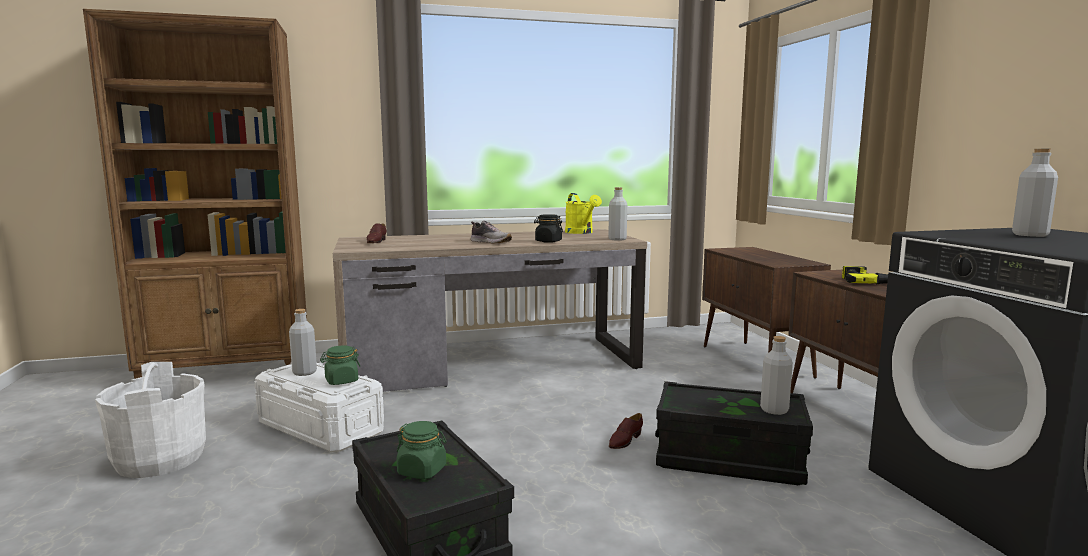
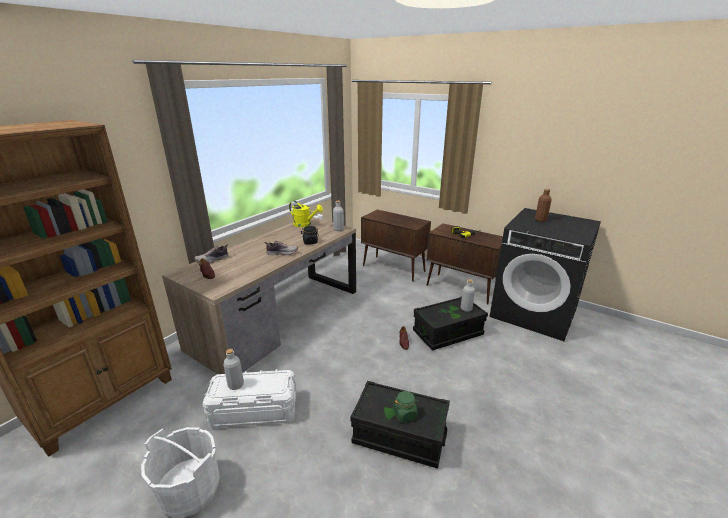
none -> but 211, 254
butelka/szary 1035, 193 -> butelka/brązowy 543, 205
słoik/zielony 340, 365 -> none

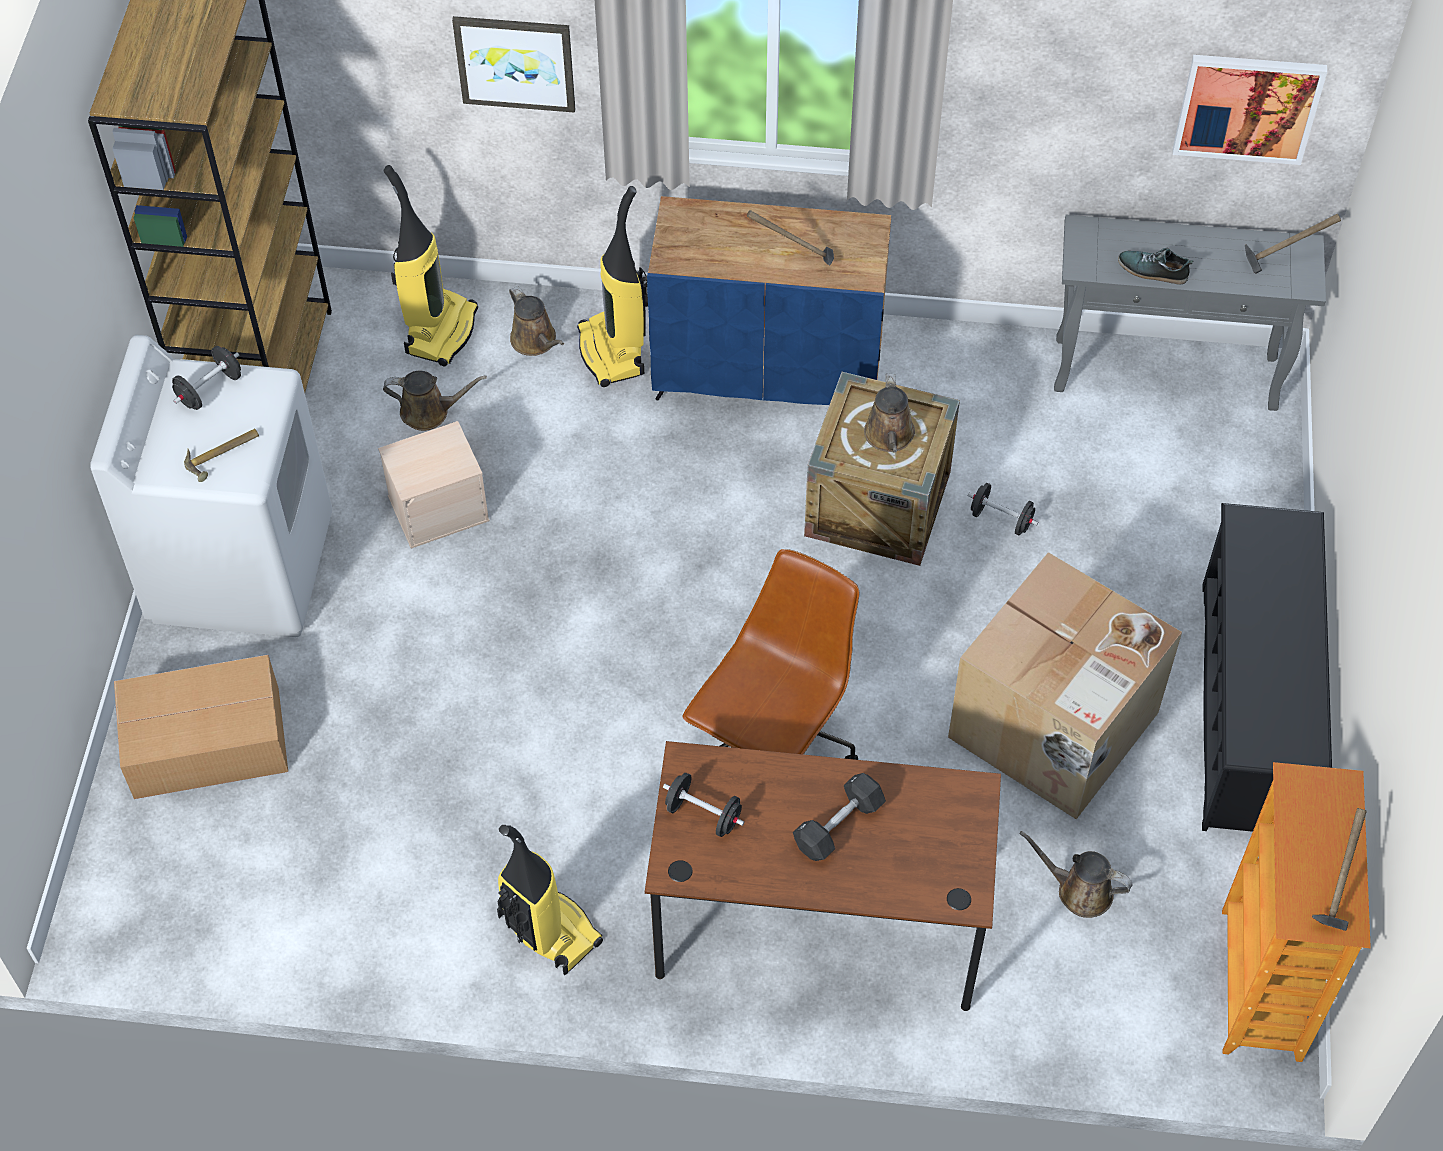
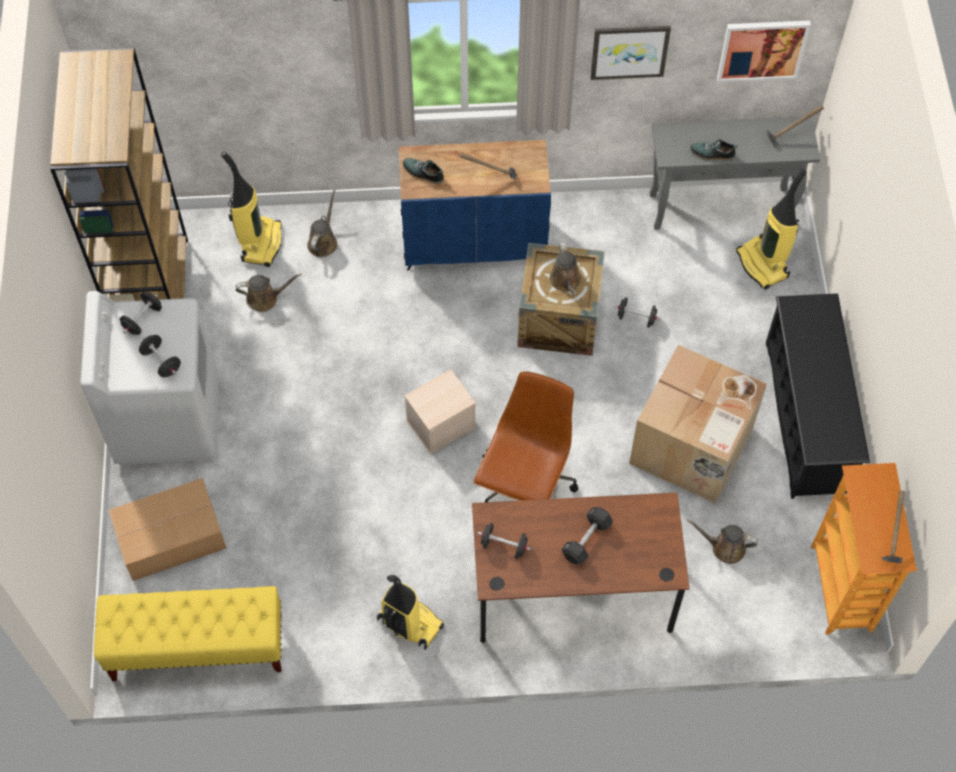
none -> ławka/żółty 188, 633
młotek 221, 455 -> hantel/czarny 160, 356
konewka/brązowy 536, 321 -> konewka/brązowy 322, 223, 120 degrees counterclockwise
none -> but 423, 171
pojemnik do przechowywania/beżowy 433, 485 -> pojemnik do przechowywania/beżowy 440, 411, relocated
obraz 513, 64 -> obraz 630, 53, relocated
odkurzacz 612, 286 -> odkurzacz 771, 229, relocated

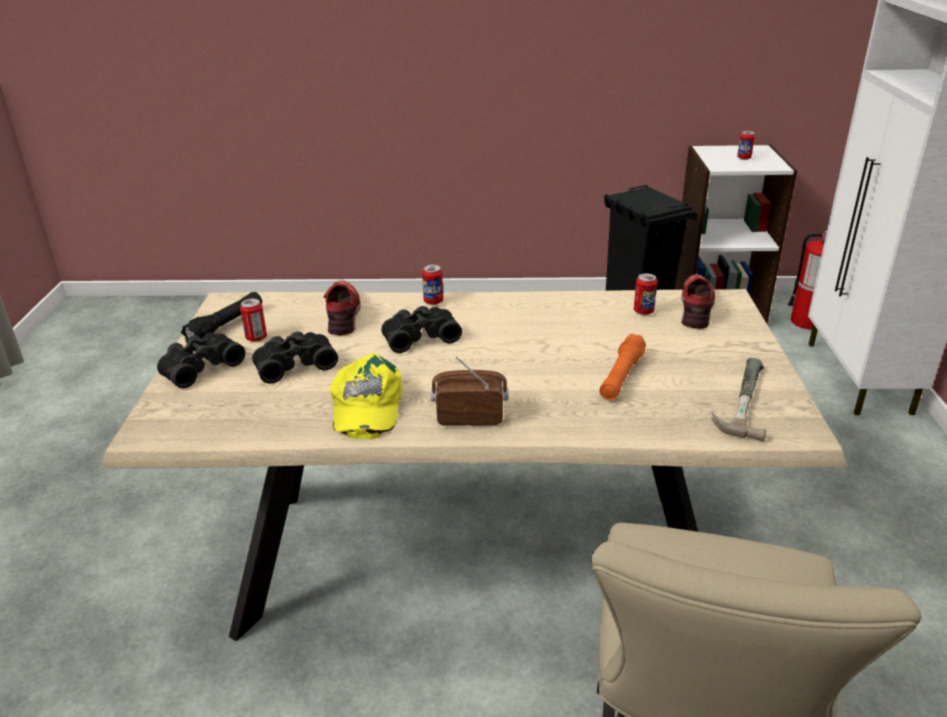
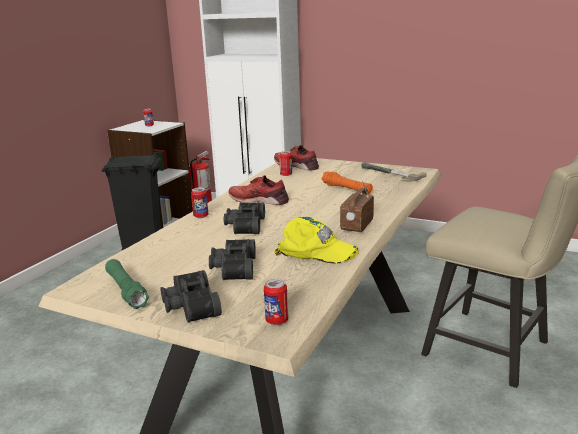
latarka/czarny 221, 317 -> latarka/zielony 127, 284
but/czerwony 342, 307 -> but/czerwony 259, 190, relocated
puszka 253, 320 -> puszka 276, 301, relocated

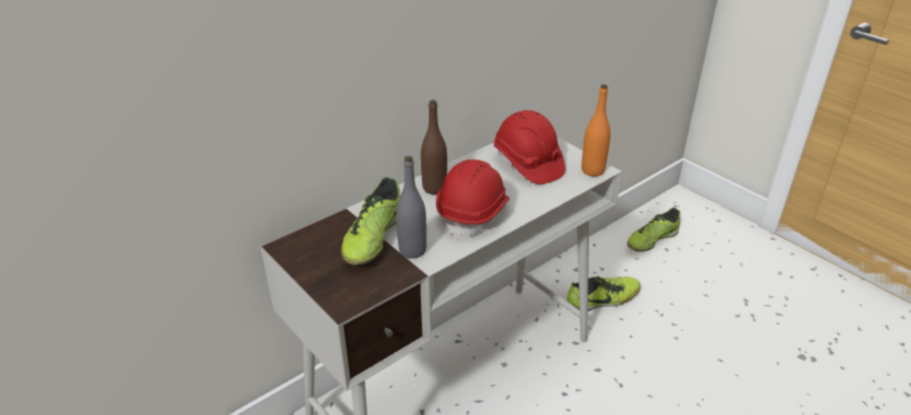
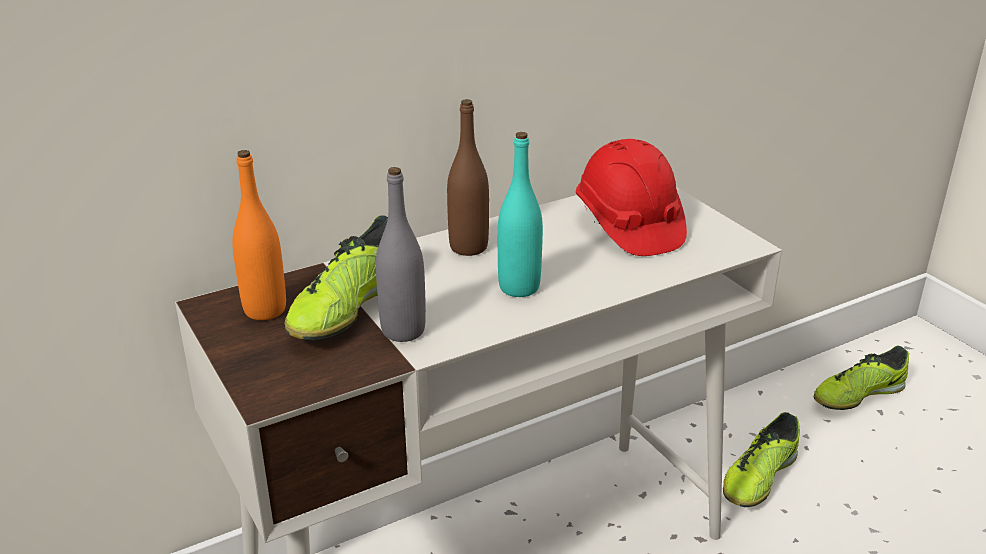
butelka/pomarańczowy 596, 130 -> butelka/pomarańczowy 259, 235, relocated
kask/czerwony 473, 199 -> butelka/turkusowy 520, 214
but 603, 293 -> but 761, 459, 135 degrees clockwise

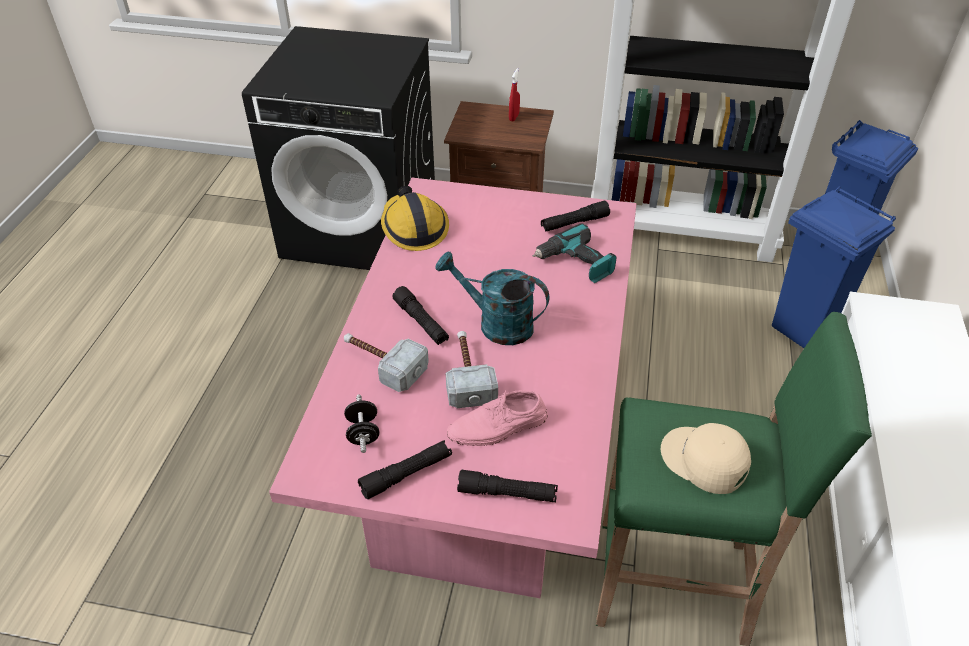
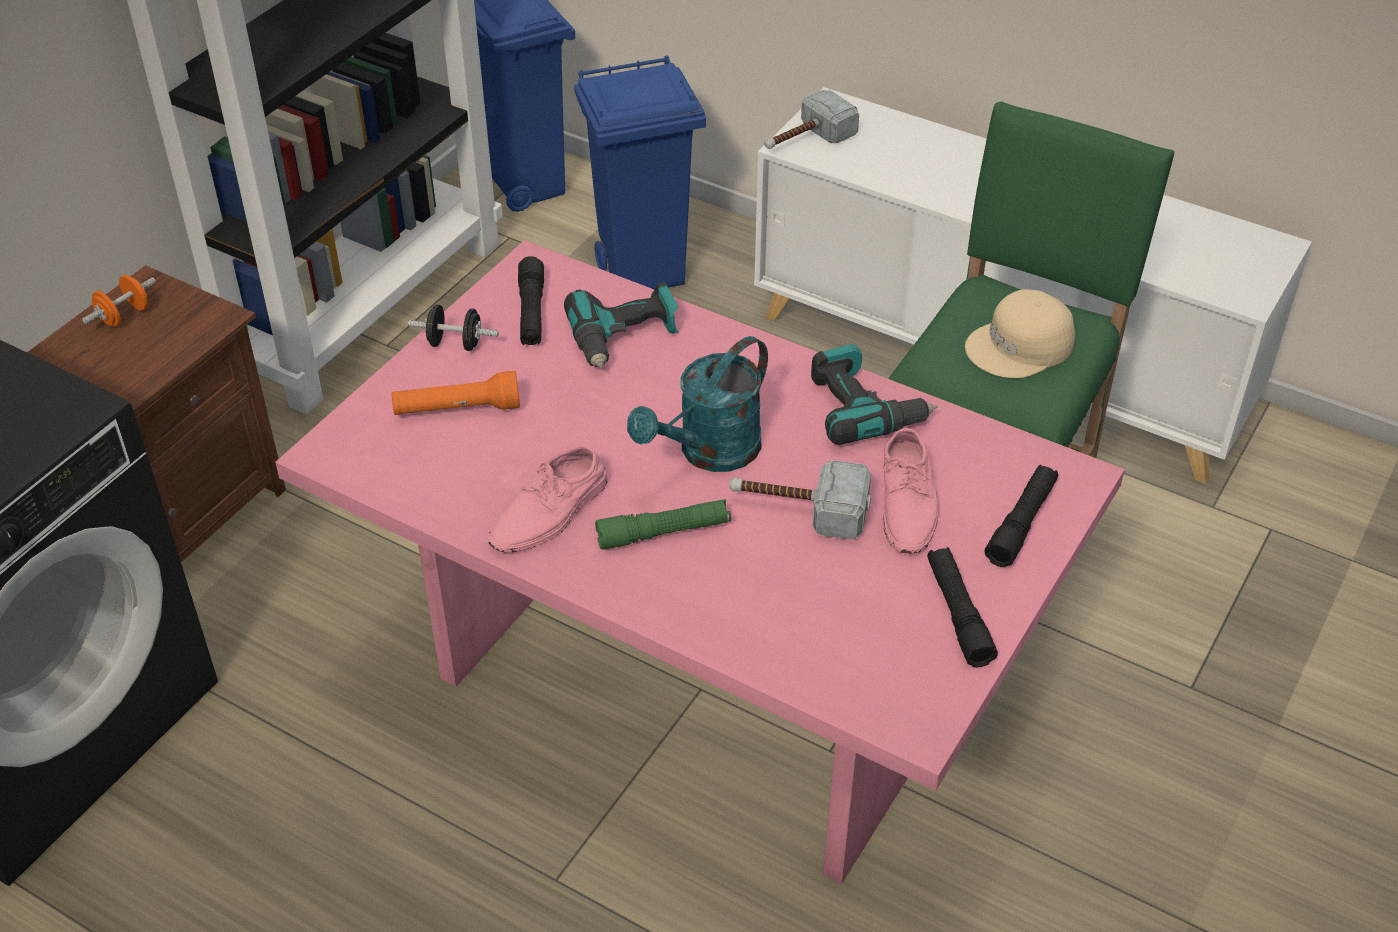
spryskiwacz/czerwony 514, 94 -> hantel/pomarańczowy 119, 301
none -> latarka/pomarańczowy 456, 393
hantel/czarny 362, 424 -> hantel/czarny 453, 328, relocated
none -> but/różowy 548, 499
latarka/czarny 420, 315 -> latarka/zielony 663, 524
młotek 386, 362 -> młotek 811, 119, relocated
none -> wiertarka 874, 394
kask 415, 218 -> none

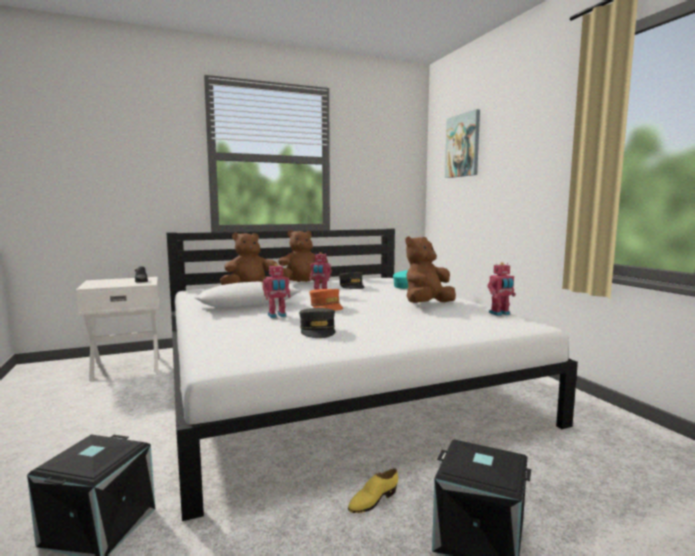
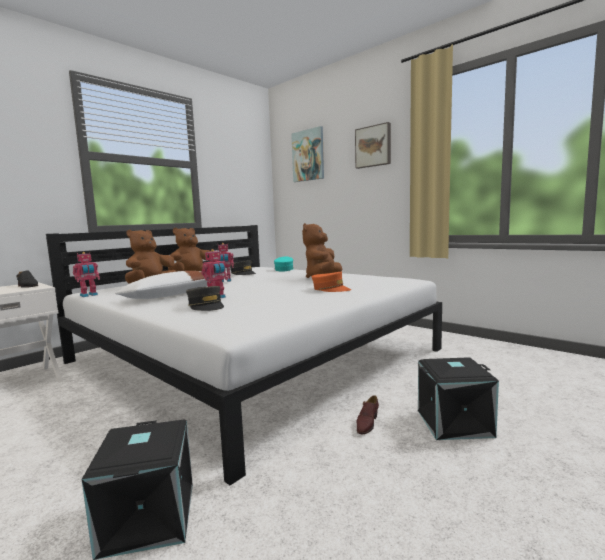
robot zabawkowy 501, 289 -> robot zabawkowy 86, 274, relocated
czapka z daszkiem/szary 317, 323 -> czapka z daszkiem/szary 205, 298, relocated
czapka z daszkiem/pomarańczowy 326, 300 -> czapka z daszkiem/pomarańczowy 331, 282, relocated
none -> obraz 373, 145
but/żółty 373, 490 -> but/brązowy 368, 414

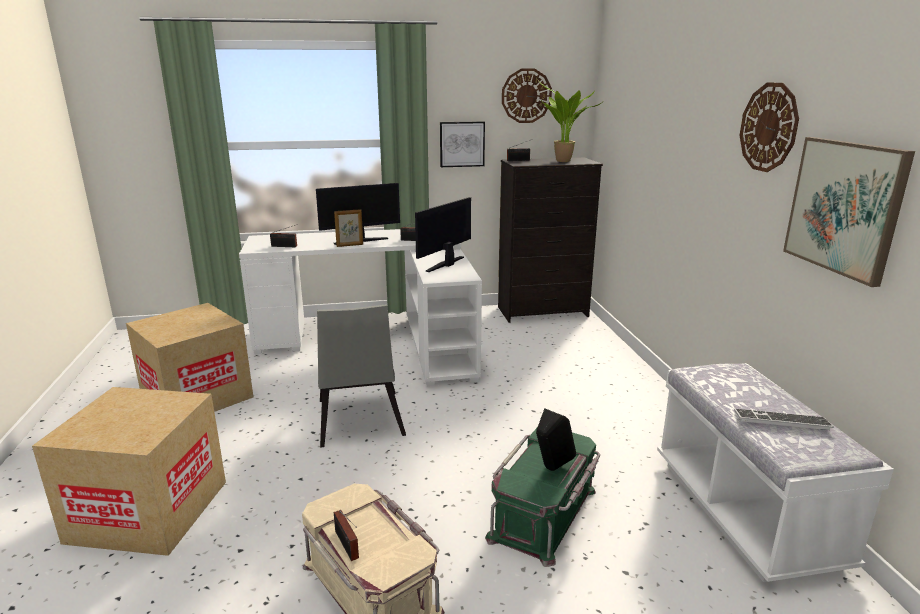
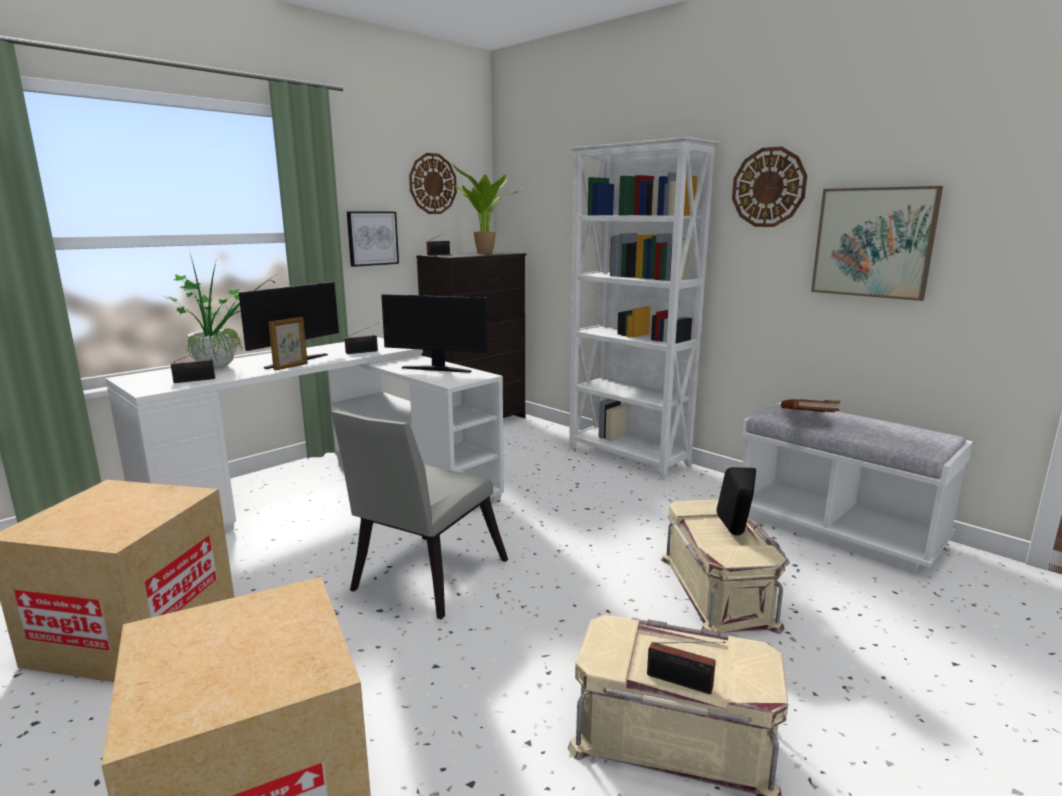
none -> roślina doniczkowa 218, 309
krzesło/szary 361, 376 -> krzesło/szary 419, 514, 75 degrees clockwise
monitor 443, 234 -> monitor 434, 333, 75 degrees counterclockwise
none -> regał/biały 644, 308
pojemnik do przechowywania/zielony 542, 497 -> pojemnik do przechowywania/beżowy 725, 566
none -> książka/brązowy 810, 405
klawiatura 784, 419 -> none

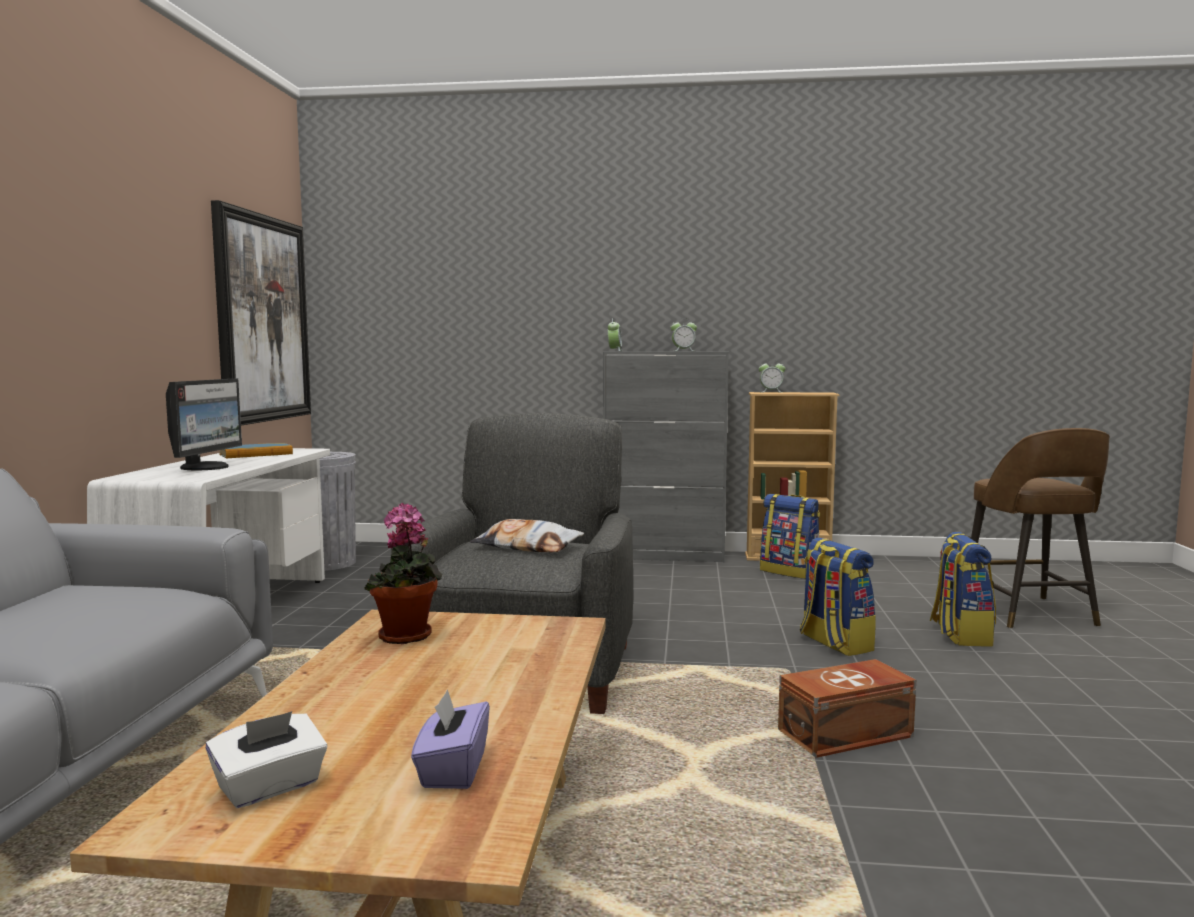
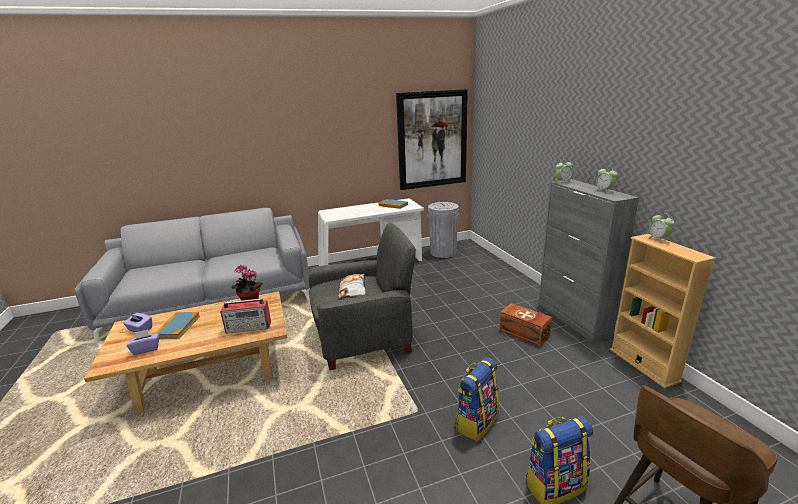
pudełko chusteczek/biały 266, 759 -> pudełko chusteczek/fioletowy 137, 322
none -> książka 177, 325
none -> radio 245, 316
pojemnik do przechowywania/brązowy 847, 708 -> pojemnik do przechowywania/brązowy 525, 324, relocated
monitor 204, 424 -> none
plecak 790, 536 -> none

